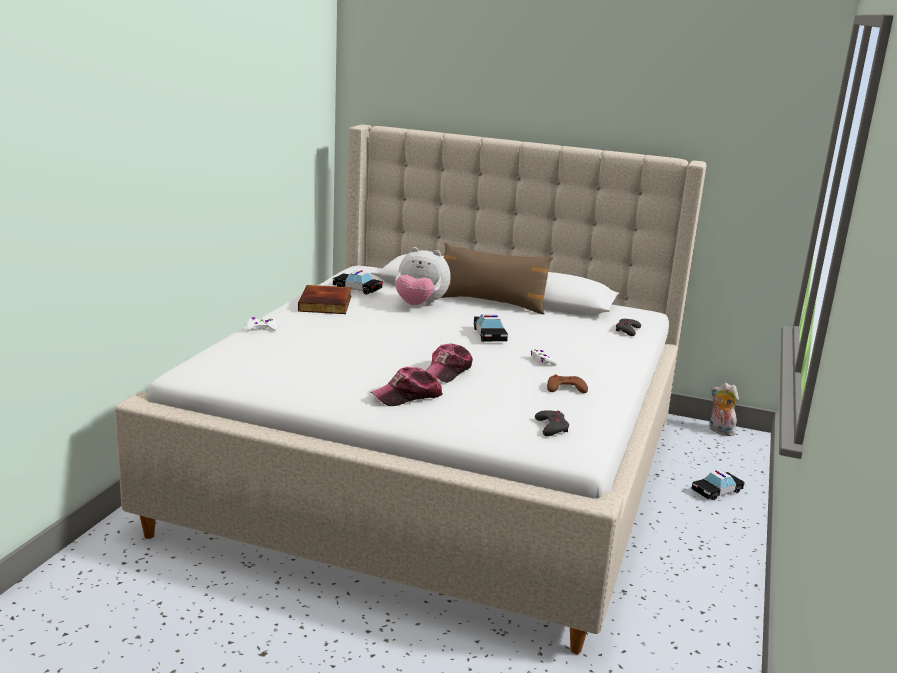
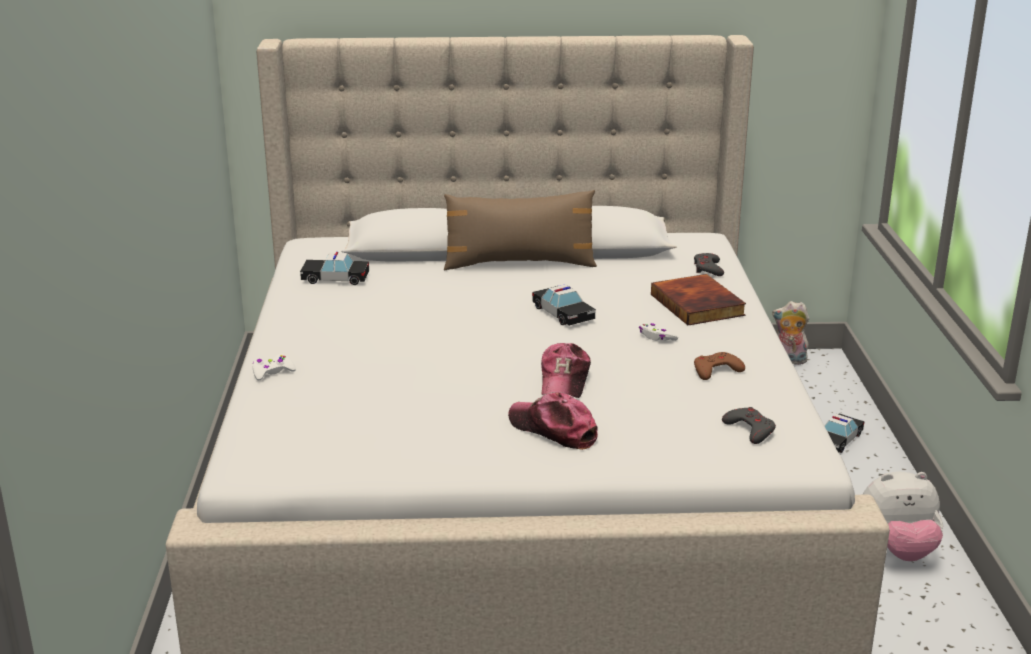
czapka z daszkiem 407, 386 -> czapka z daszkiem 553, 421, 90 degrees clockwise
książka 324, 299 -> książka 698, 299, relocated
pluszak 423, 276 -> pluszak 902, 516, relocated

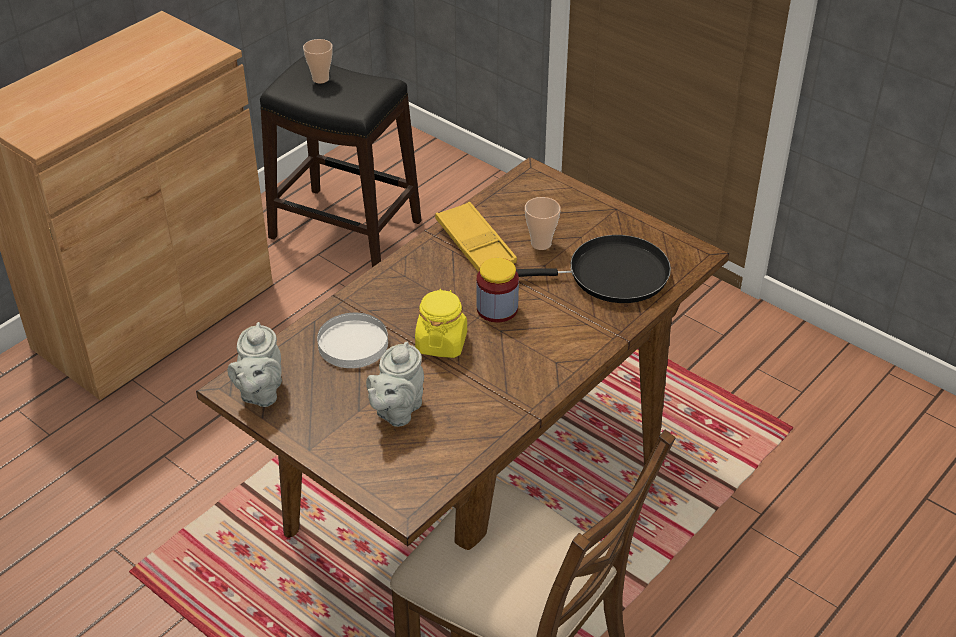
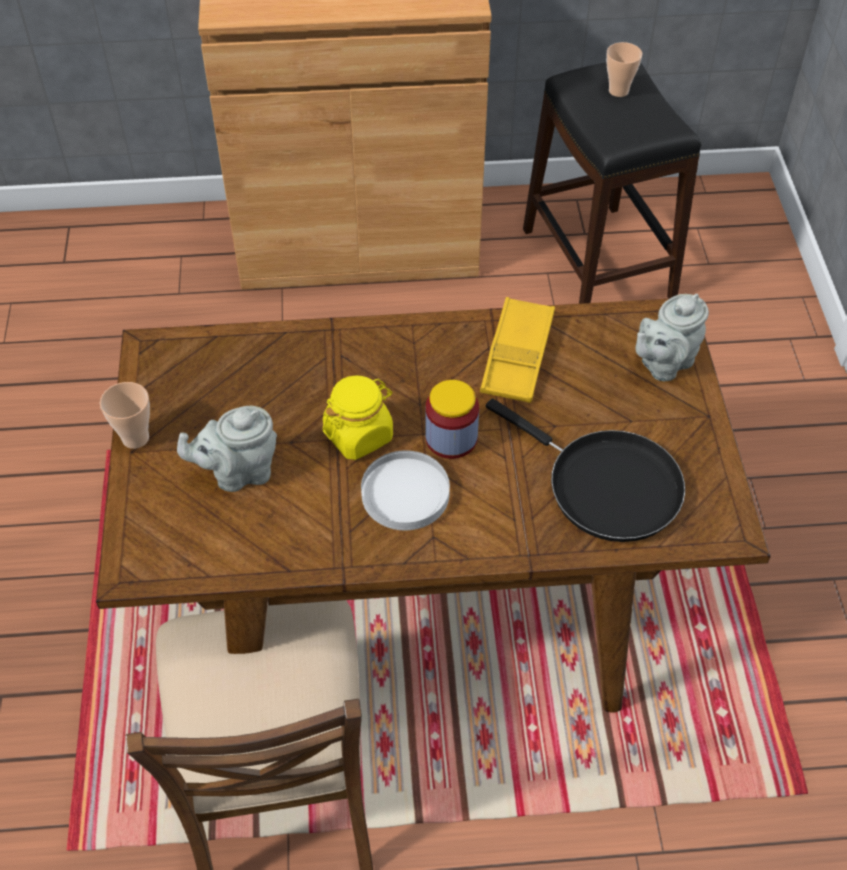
filiżanka 543, 223 -> filiżanka 125, 415, relocated
talerz/biały 352, 340 -> talerz/biały 405, 490, relocated
imbryk/szary 254, 364 -> imbryk/szary 672, 337, relocated

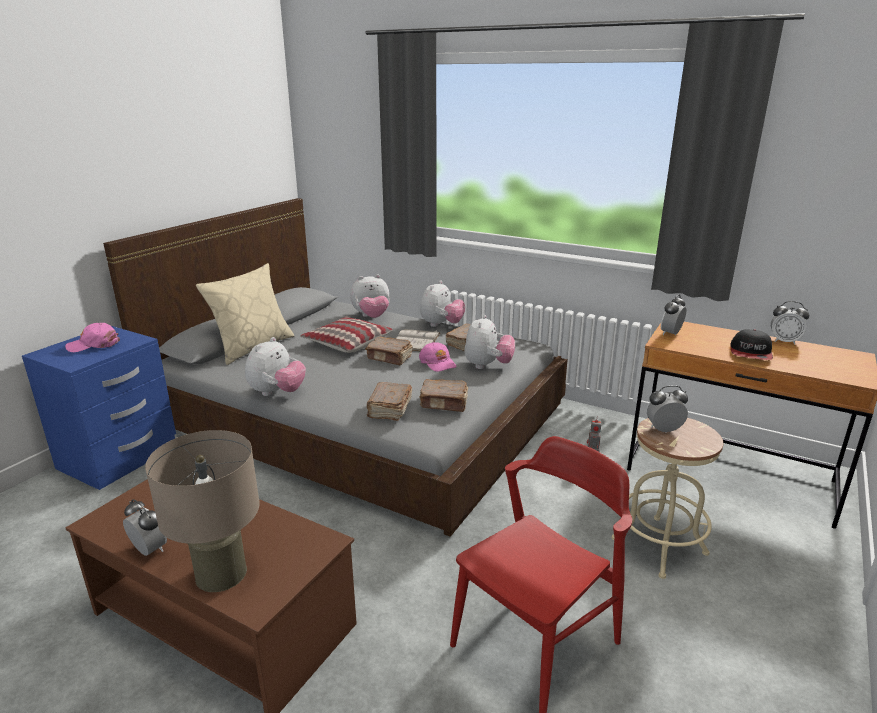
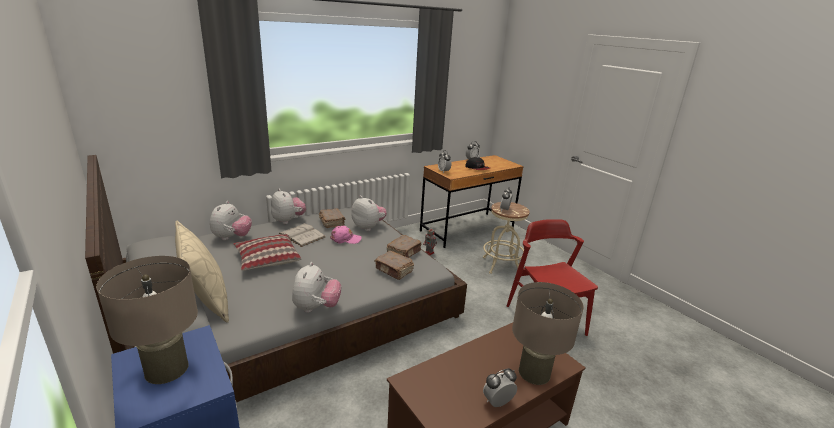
czapka z daszkiem/różowy 92, 337 -> lampa stołowa/beżowy 147, 320
pluszak 275, 366 -> pluszak 316, 287, 45 degrees clockwise
książka/brązowy 389, 351 -> none

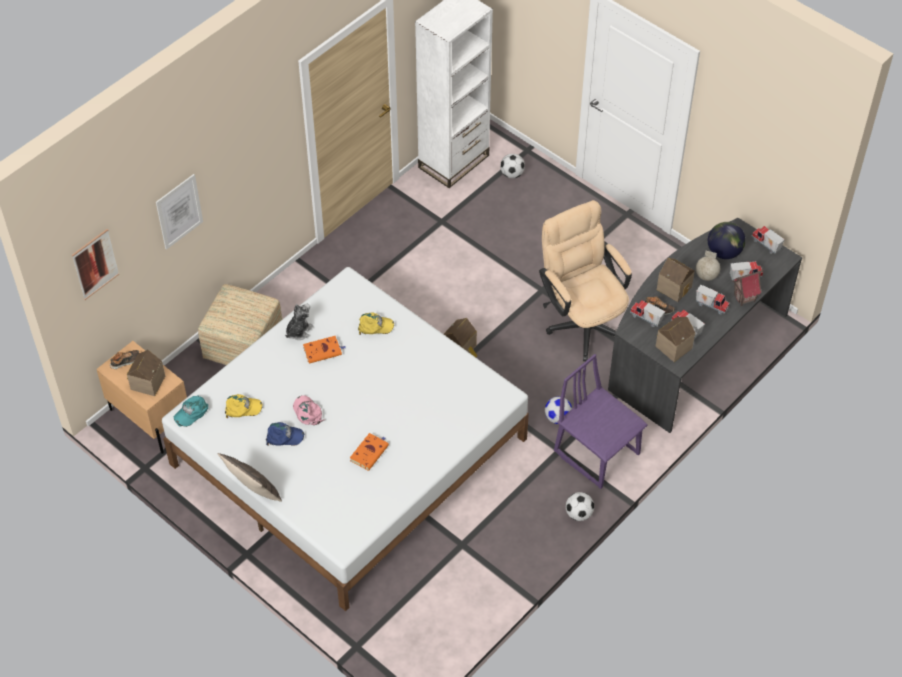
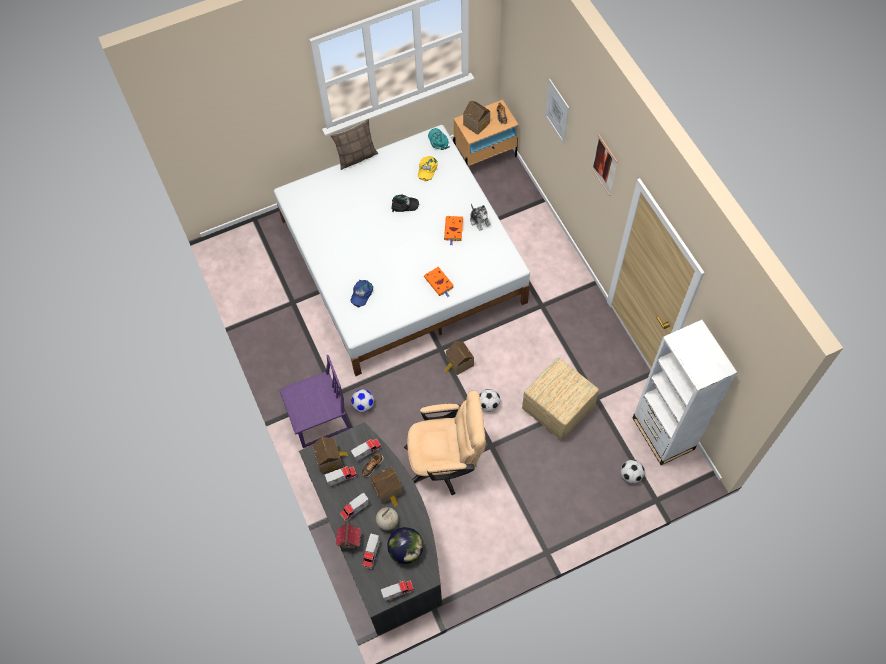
czapka z daszkiem/niebieski 285, 434 -> czapka z daszkiem/niebieski 362, 293, relocated
czapka z daszkiem/różowy 309, 410 -> czapka z daszkiem/czarny 405, 204
książka/pomarańczowy 369, 452 -> książka/pomarańczowy 439, 282, relocated
piłka futbolowa 580, 506 -> piłka futbolowa 489, 400, relocated
pufa 240, 324 -> pufa 560, 399, relocated
obraz 95, 264 -> obraz 605, 165, relocated
czapka z daszkiem/żółty 376, 323 -> none

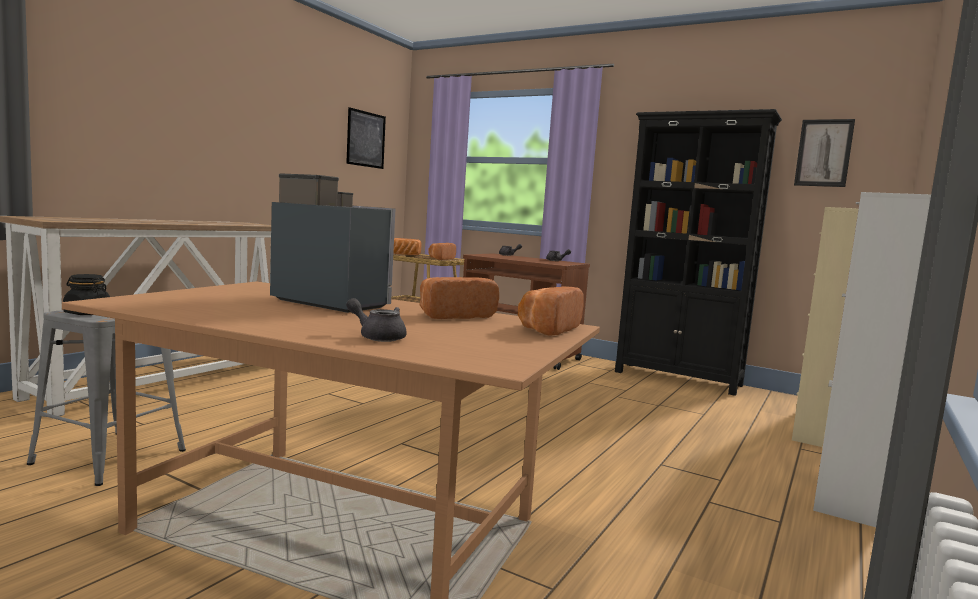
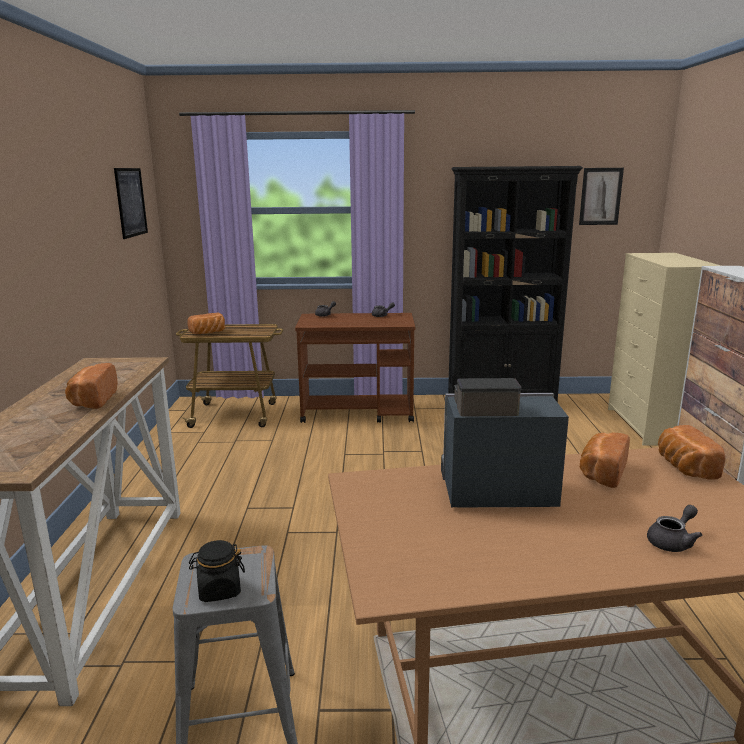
chleb 442, 251 -> chleb 91, 386, relocated
imbryk/szary 376, 320 -> imbryk/szary 674, 528, 150 degrees clockwise

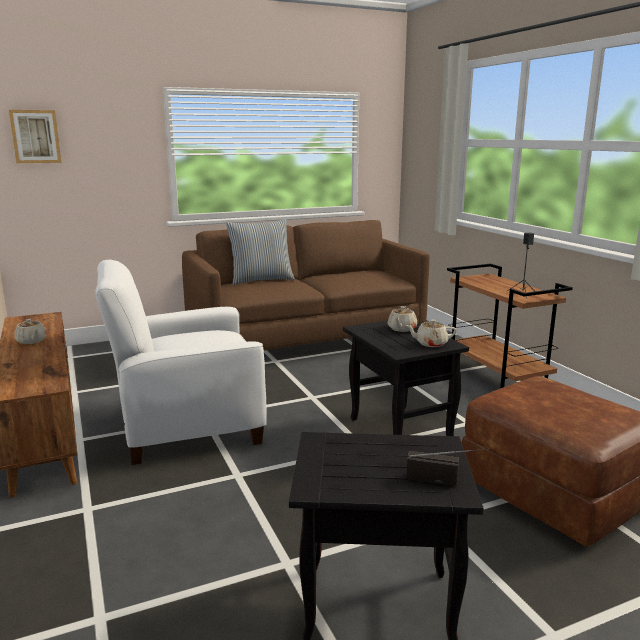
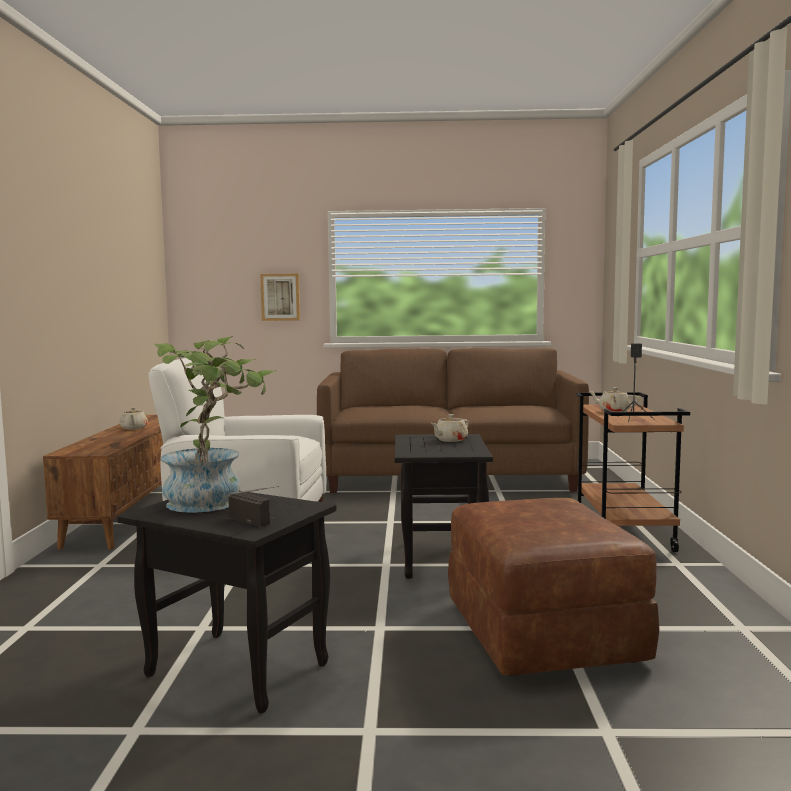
none -> roślina doniczkowa 215, 424
obraz 35, 136 -> obraz 280, 297, relocated
imbryk/beżowy 431, 333 -> imbryk/beżowy 613, 399, relocated
poduszka 260, 252 -> none

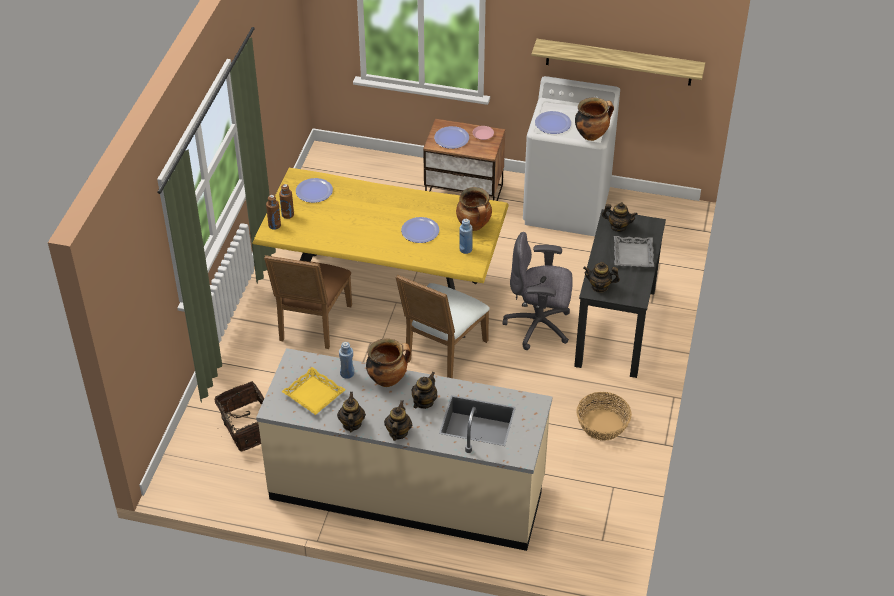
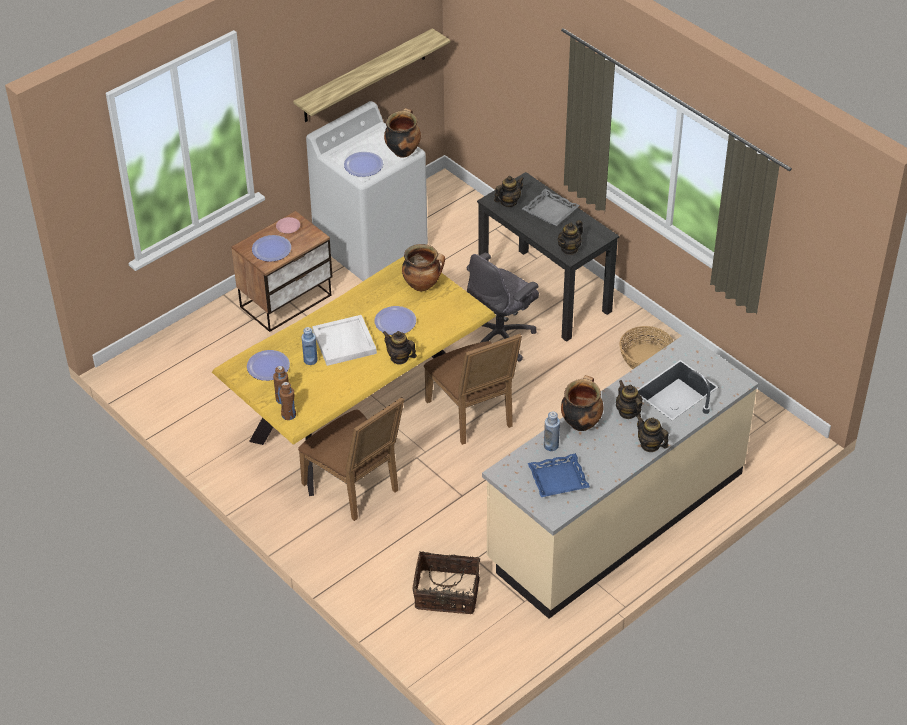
butelka/niebieski 466, 236 -> butelka/niebieski 309, 346, relocated
none -> taca/biały 344, 340
imbryk 351, 412 -> imbryk 400, 347, relocated
krzesło/biały 443, 326 -> krzesło/brązowy 473, 389
taca/żółty 313, 391 -> taca/niebieski 559, 475

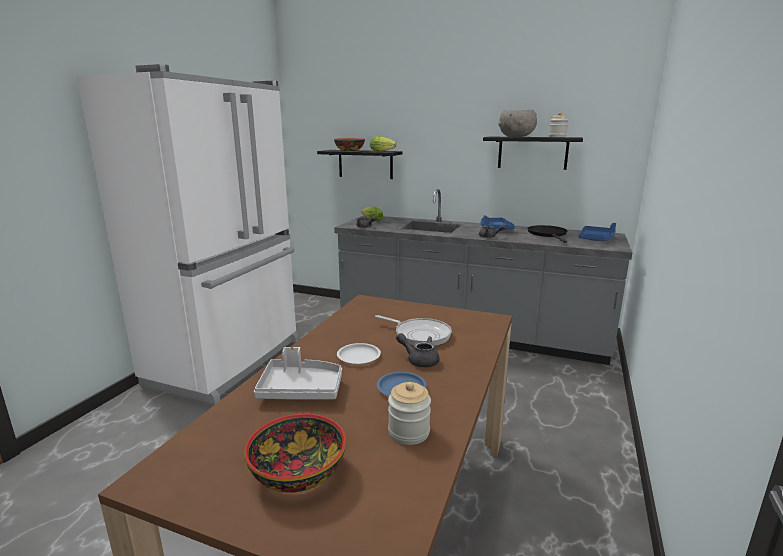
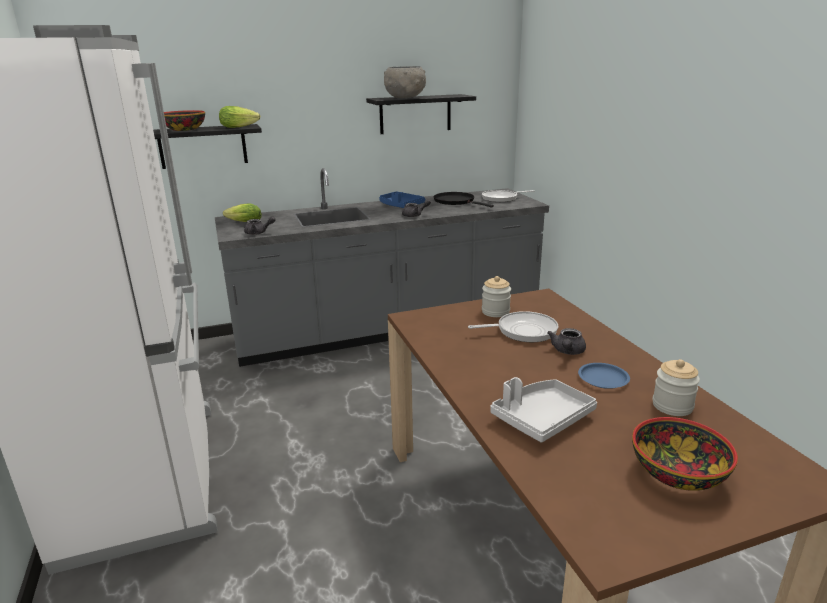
taca/niebieski 597, 232 -> patelnia 508, 196
słoik 559, 124 -> słoik 496, 296, relocated
imbryk/szary 417, 350 -> imbryk/szary 566, 341, 60 degrees counterclockwise
talerz/biały 359, 353 -> none

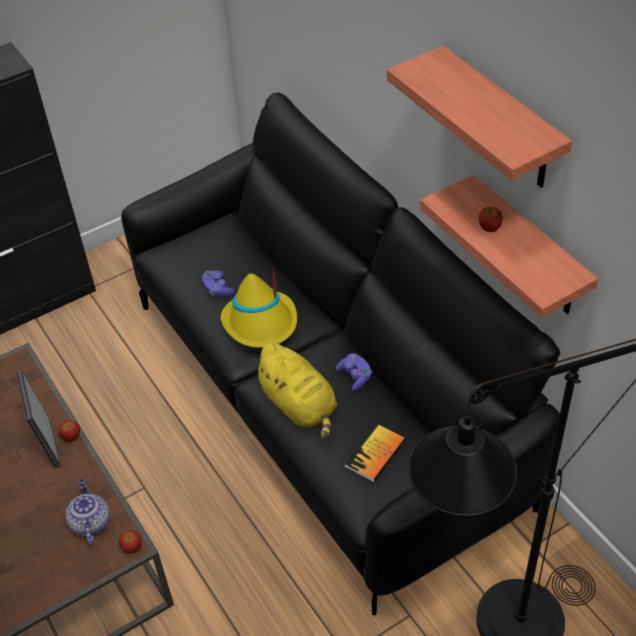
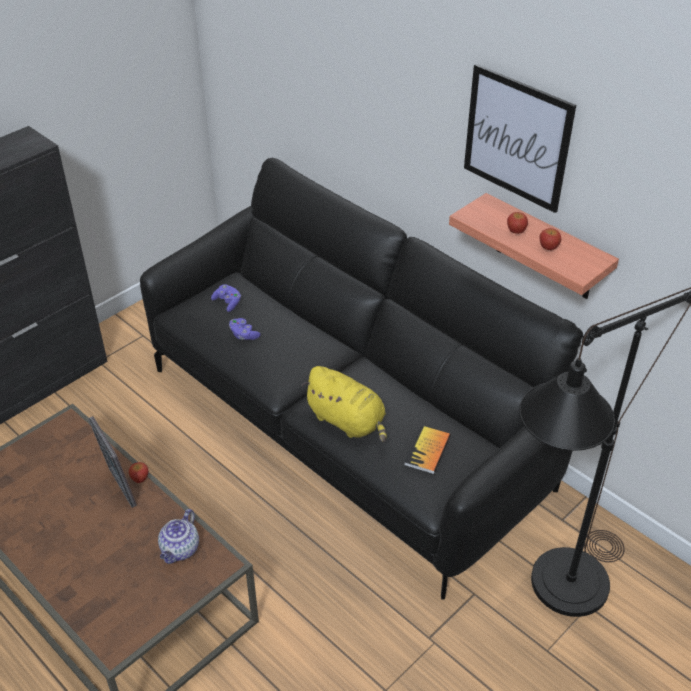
imbryk 88, 512 -> imbryk 178, 536, 135 degrees counterclockwise
pad do gier/fioletowy 353, 372 -> pad do gier/fioletowy 226, 298, relocated
półka 479, 117 -> obraz 520, 138
jabłko 130, 542 -> jabłko 550, 239, relocated
kapelusz/żółty 259, 307 -> none

